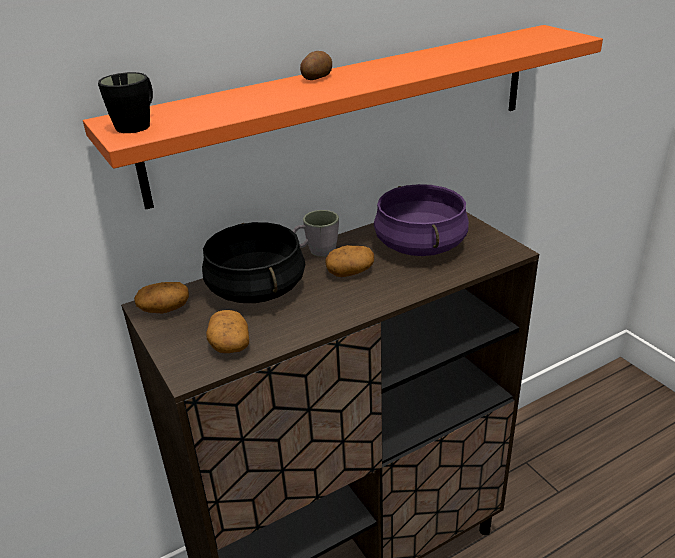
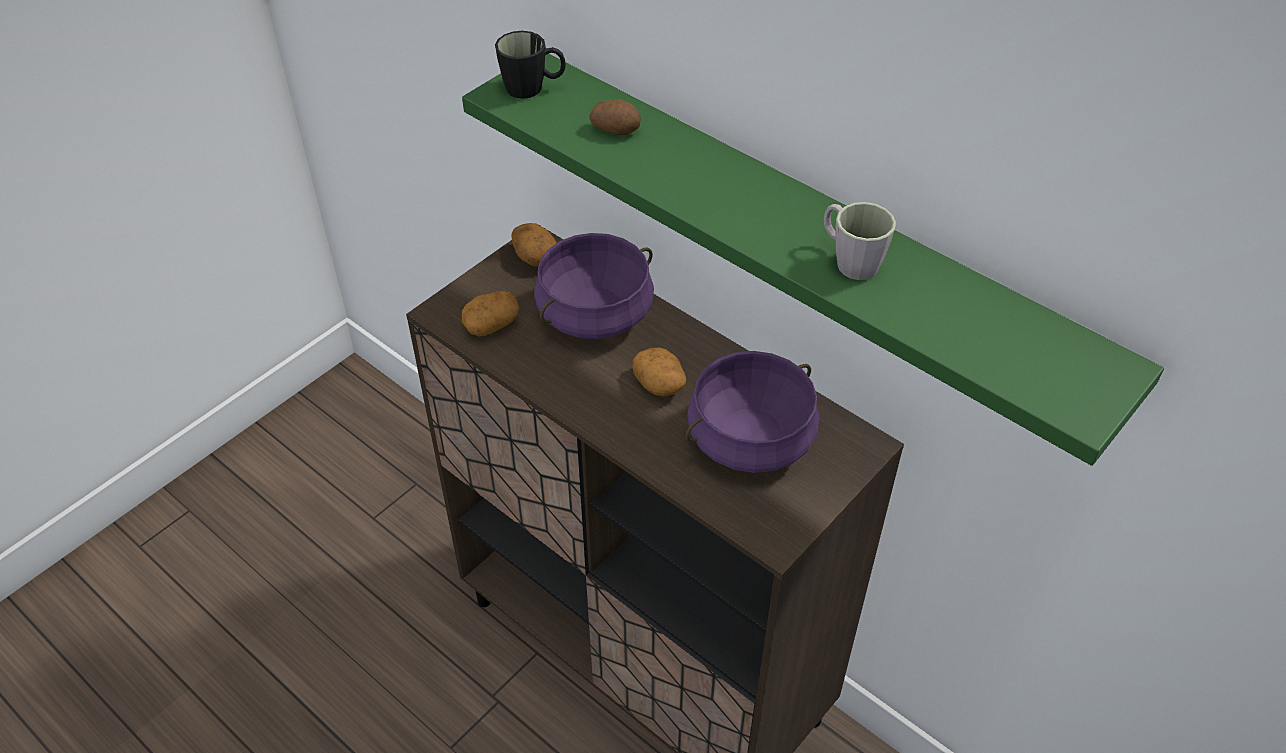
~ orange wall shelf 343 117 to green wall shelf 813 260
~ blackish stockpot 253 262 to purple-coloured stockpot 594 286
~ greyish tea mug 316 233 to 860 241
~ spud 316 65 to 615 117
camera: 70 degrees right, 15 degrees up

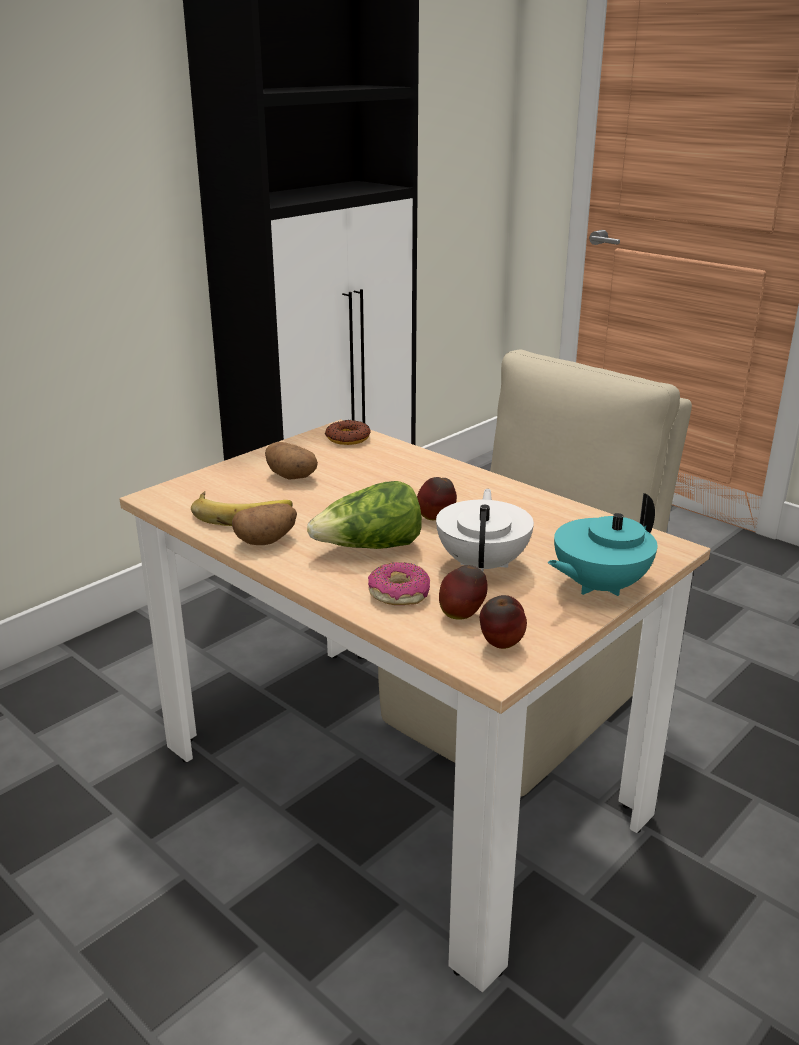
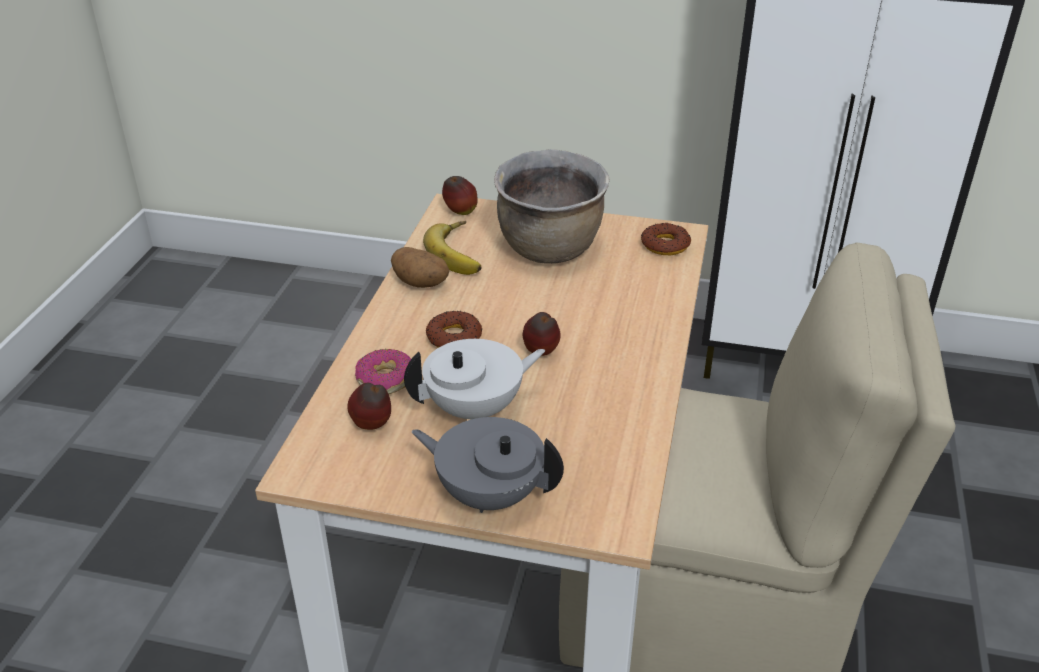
~ spud 291 460 to brown-coloured stockpot 552 206
~ head of lettuce 364 515 to doughnut 454 329
~ whole apple 503 622 to 459 195
~ turquoise-coloured teapot 602 544 to greyish teapot 488 465
camera: 60 degrees right, 10 degrees up

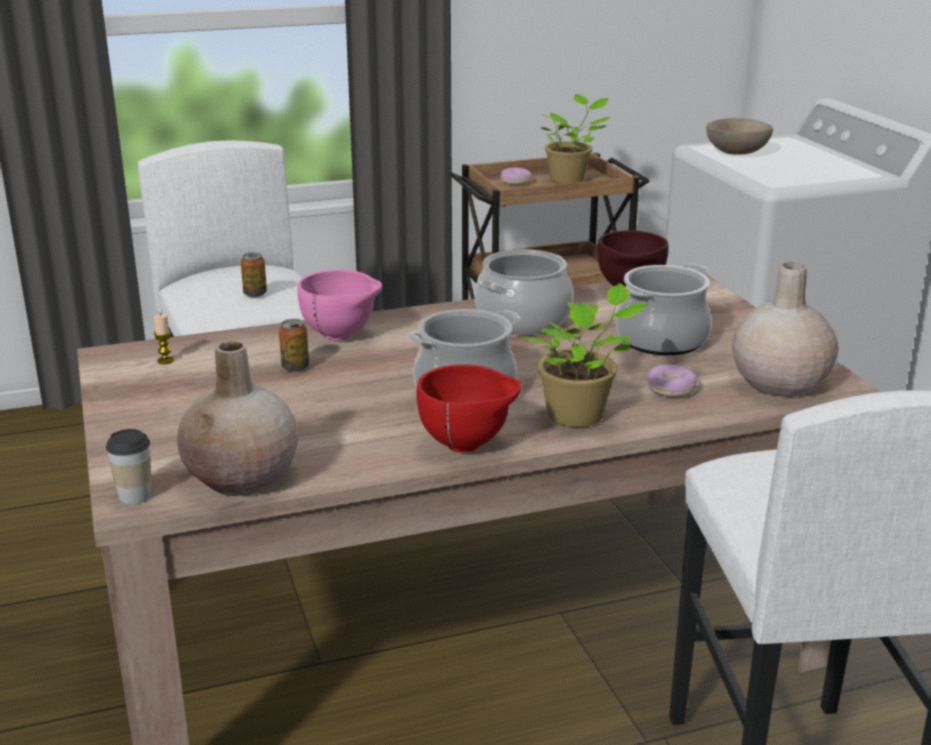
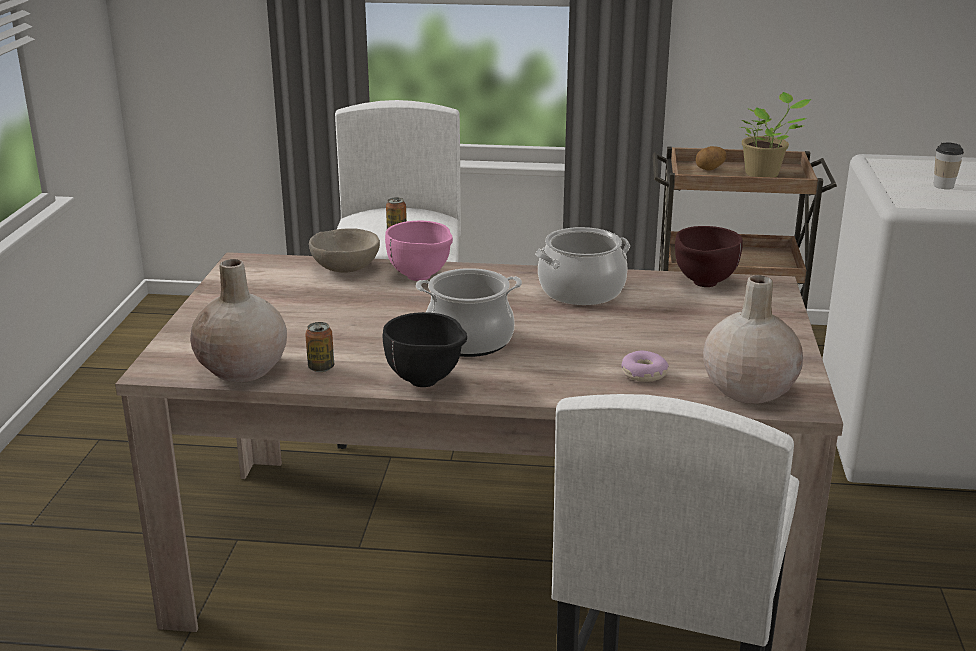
~ small cup 128 467 to 948 166
- wax light 163 339
~ sealed can 294 345 to 319 347
~ red serving bowl 468 408 to blackish serving bowl 425 349
~ doughnut 516 176 to spud 711 158
- houseplant 584 355
- stockpot 664 309
~ sand-coloured serving bowl 739 136 to 344 250
camera: 25 degrees right, 0 degrees up

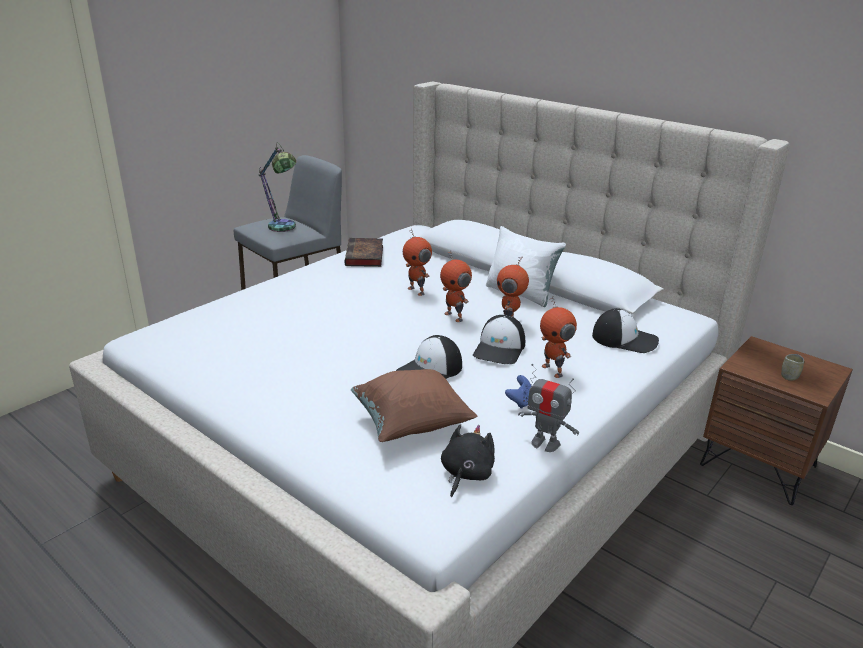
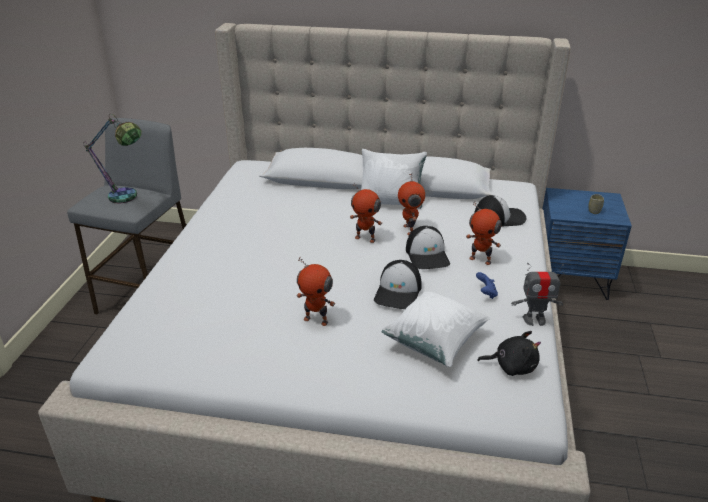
- book 363 252
~ brown-coloured cushion 414 405 to white cushion 436 329
~ robot figure 417 262 to 315 292
~ blackish soft toy 468 460 = 509 353 105 degrees clockwise
~ brown-coloured nightstand 776 420 to blue-coloured nightstand 587 244
camera: 30 degrees left, 5 degrees up

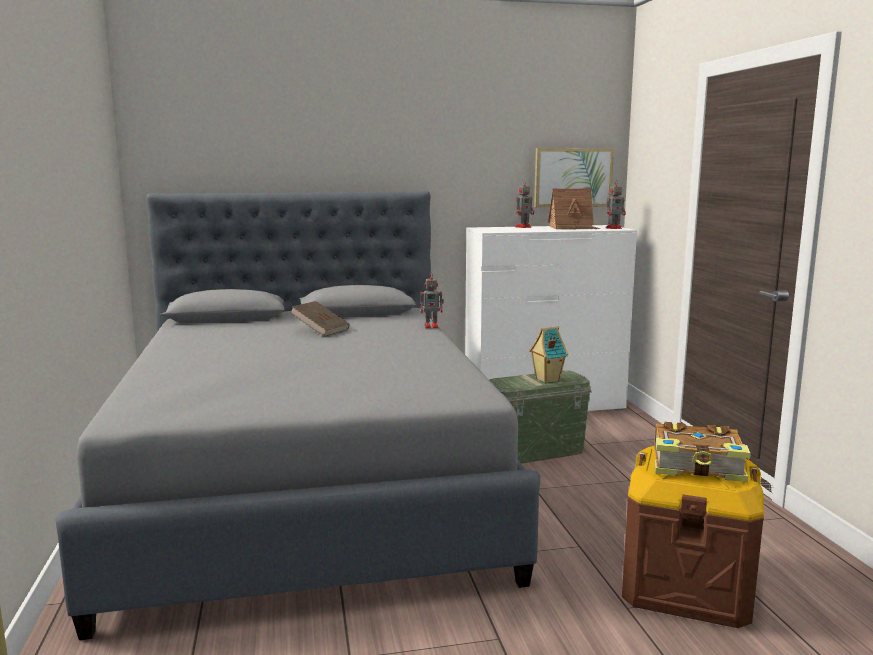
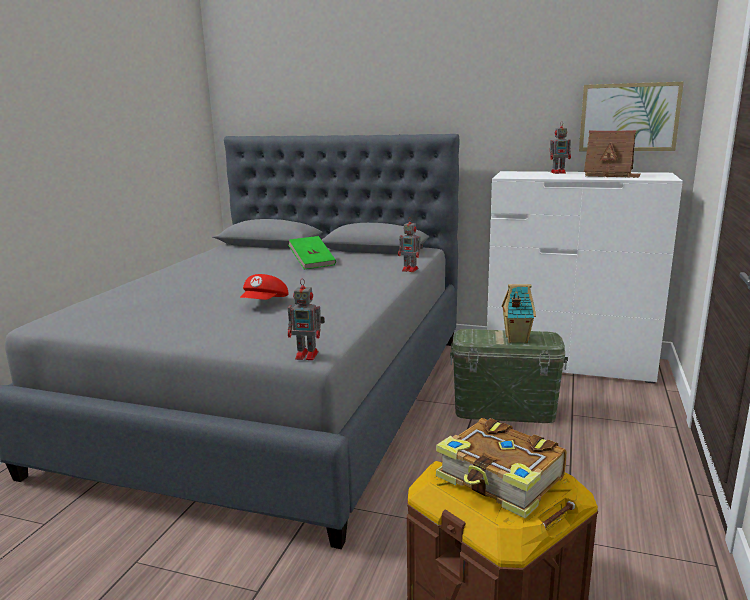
~ brown-coloured book 320 319 to green book 312 253
~ robot figure 616 204 to 306 319
+ red baseball cap 264 287
camera: 30 degrees right, 5 degrees up

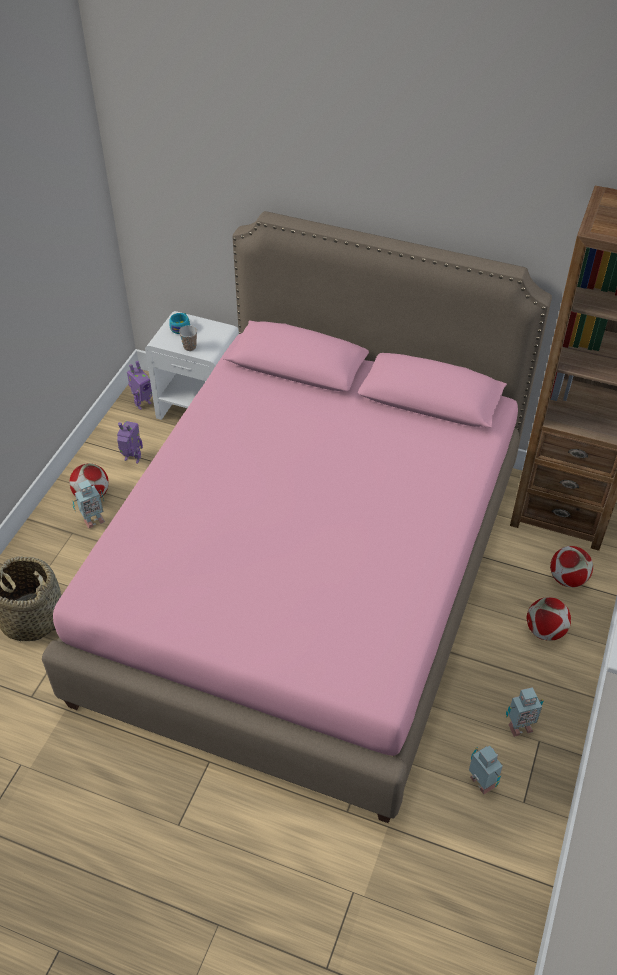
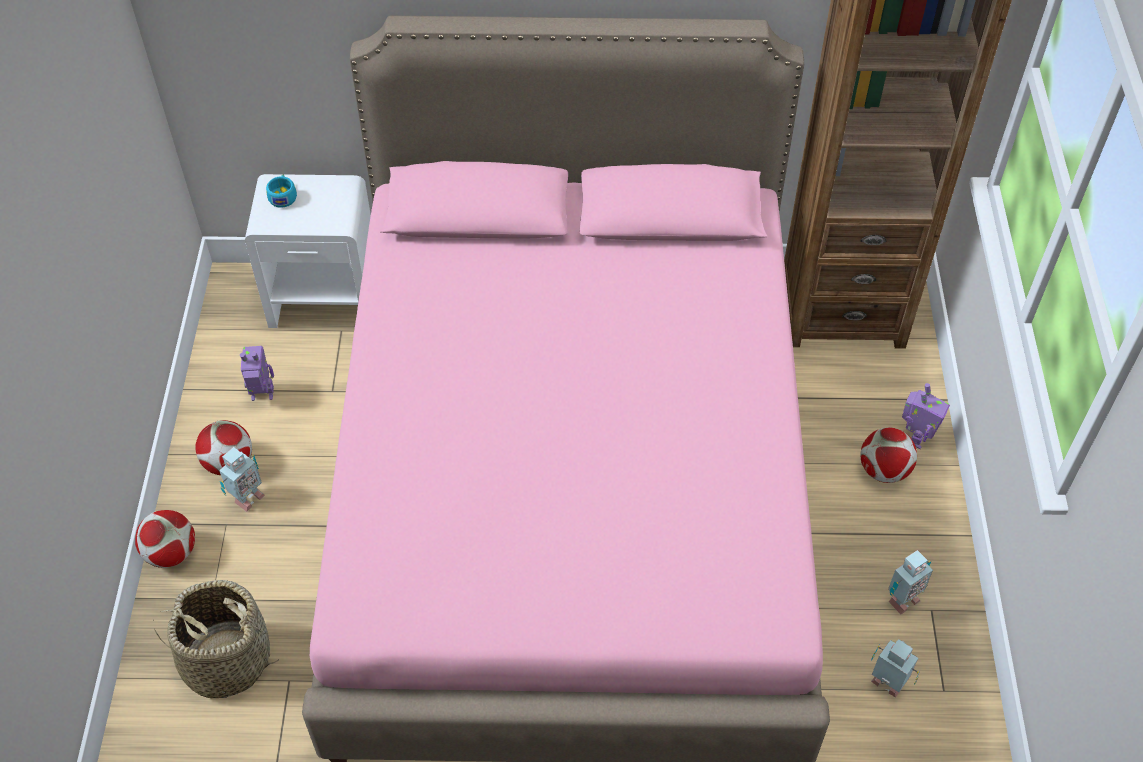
~ robot figure 139 385 to 926 416
- small cup 188 338
~ football ball 571 566 to 165 539
camera: 20 degrees left, 5 degrees up

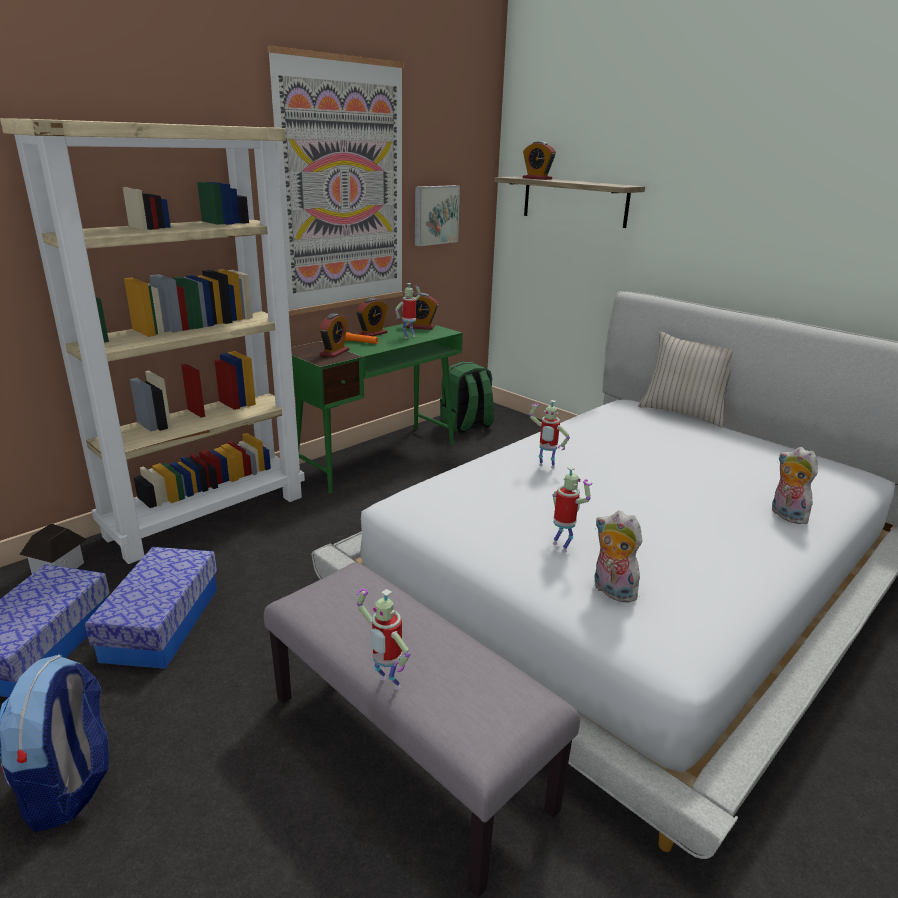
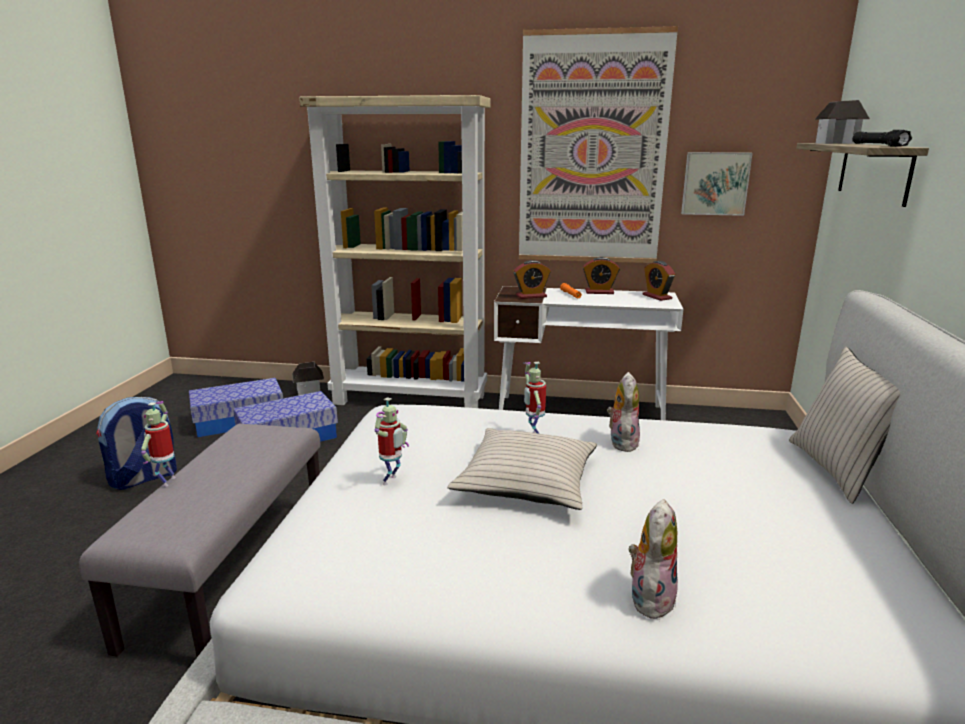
~ green desk unit 377 408 to white desk unit 588 353
- robot figure 408 311
- green backpack 467 397
~ alarm clock 539 160 to miniature house 842 122
~ soft toy 618 557 to 623 412
+ sand-coloured cushion 522 469
+ blackish torch 882 138
camera: 55 degrees right, 5 degrees down

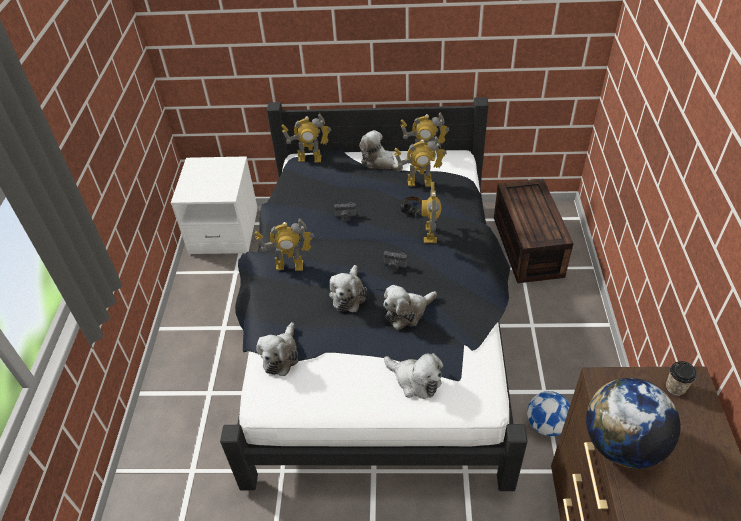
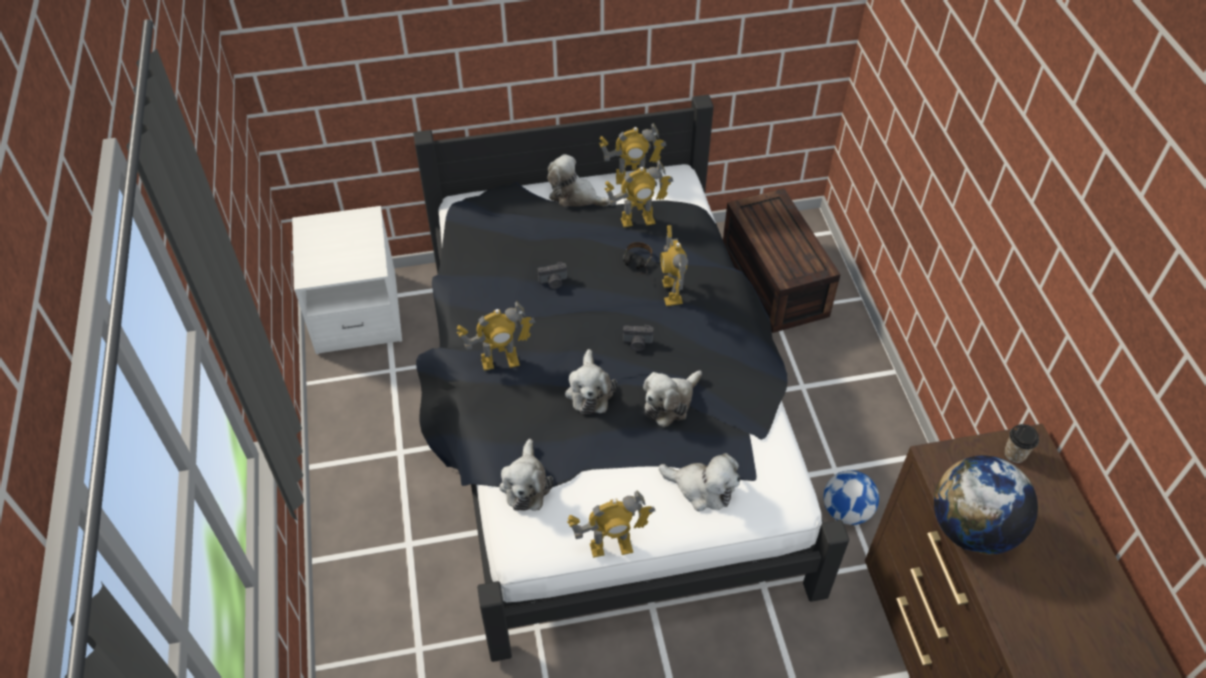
~ robot figure 306 138 to 611 524
camera: 15 degrees left, 5 degrees up

